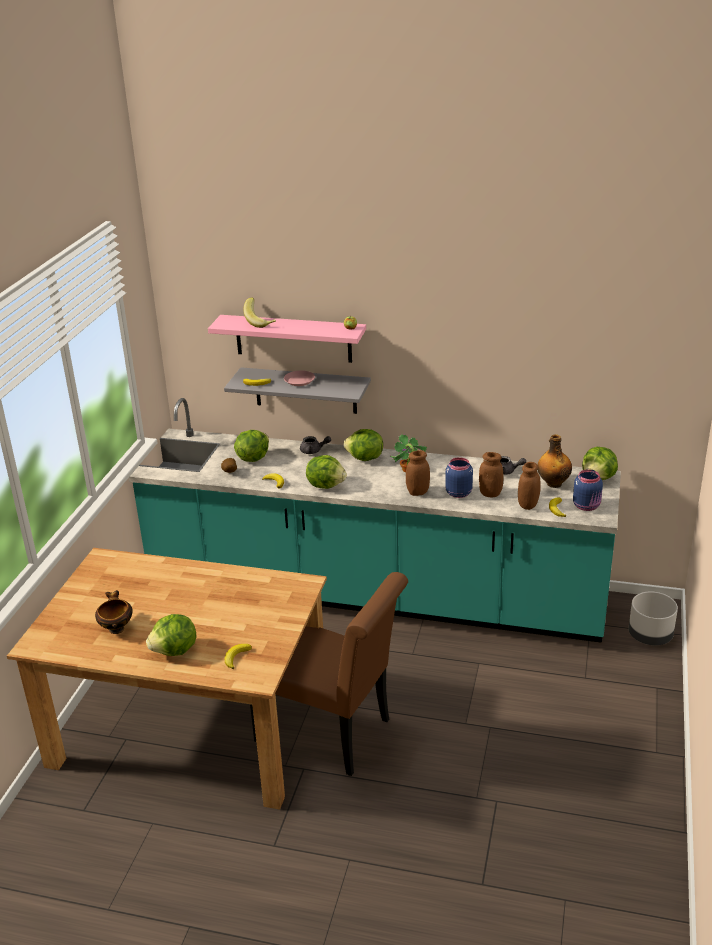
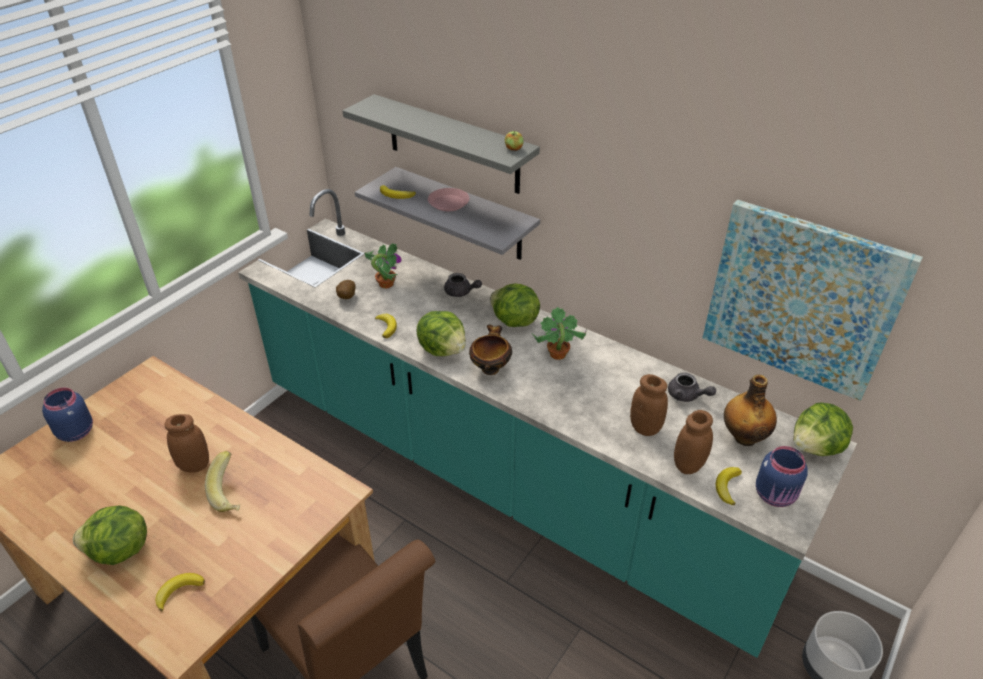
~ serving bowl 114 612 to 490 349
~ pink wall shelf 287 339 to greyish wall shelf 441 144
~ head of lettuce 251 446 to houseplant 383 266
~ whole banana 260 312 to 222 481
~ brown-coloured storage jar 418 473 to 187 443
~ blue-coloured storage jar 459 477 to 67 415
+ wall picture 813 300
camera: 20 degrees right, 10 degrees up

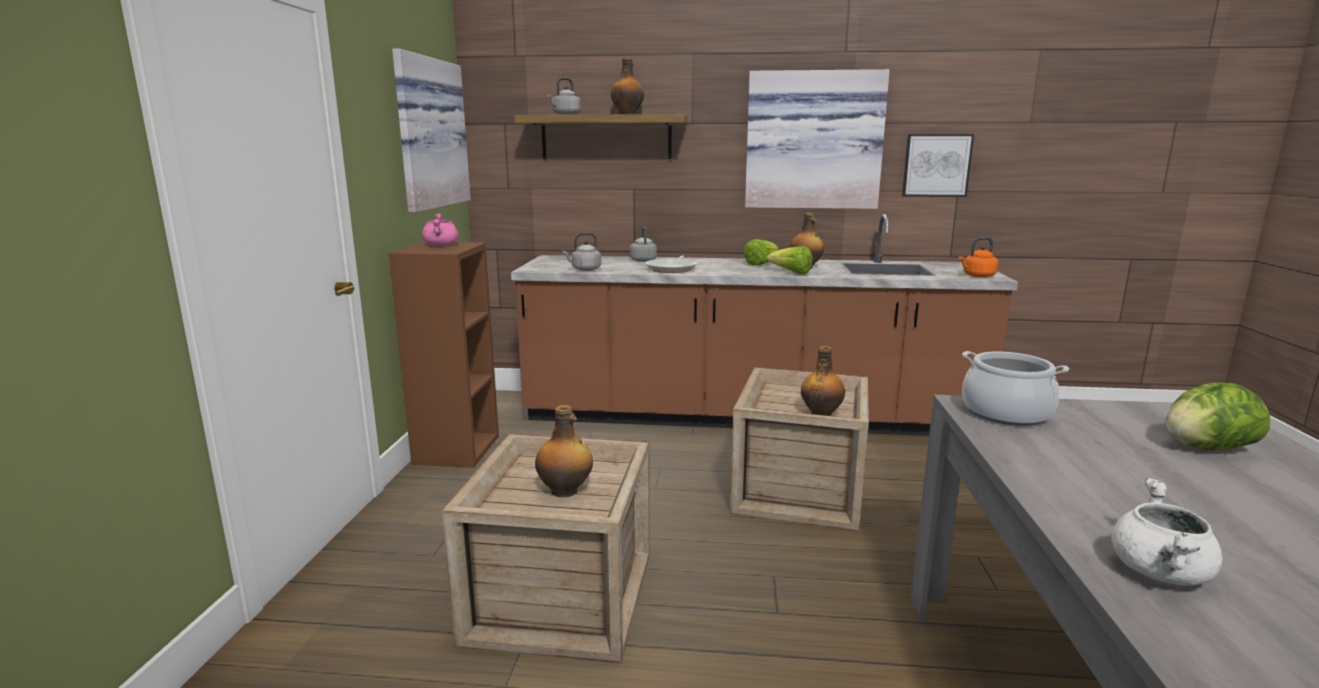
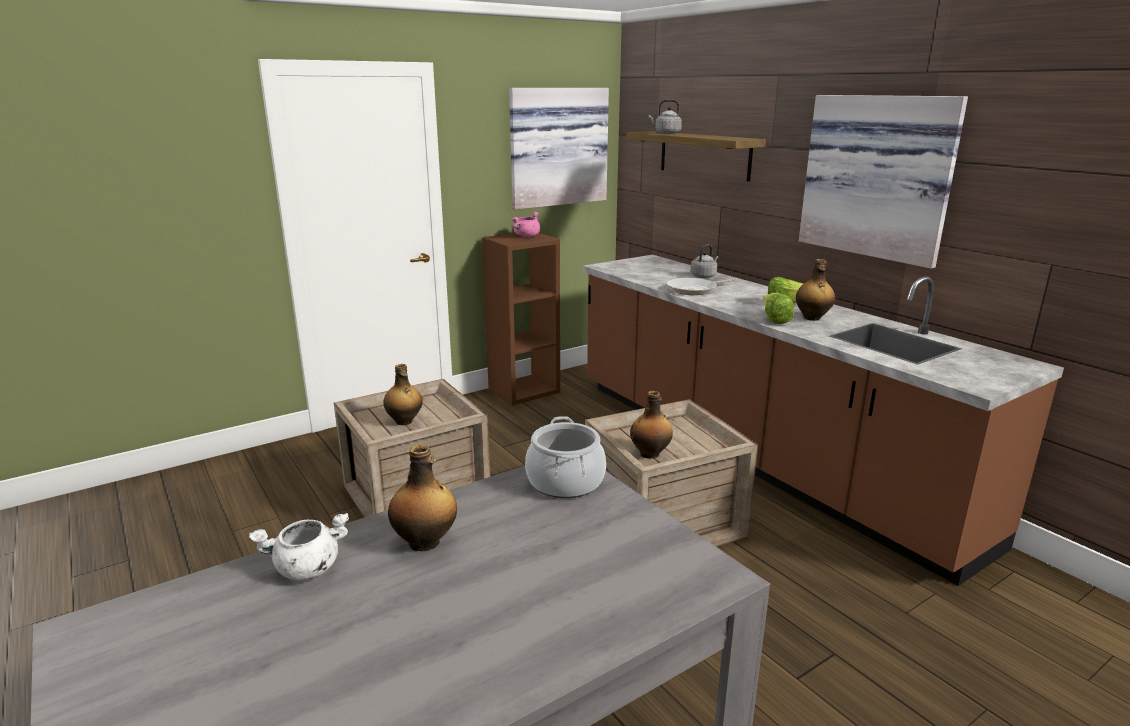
- greyish kettle 582 252
~ bottle 627 86 to 422 498
- wall picture 938 165
- orange kettle 979 257
- head of lettuce 1218 416
camera: 50 degrees right, 5 degrees up

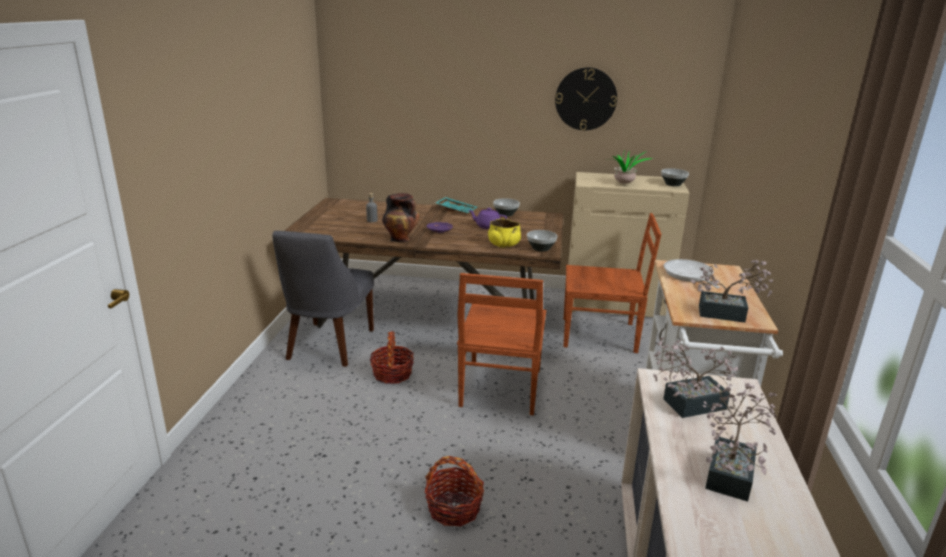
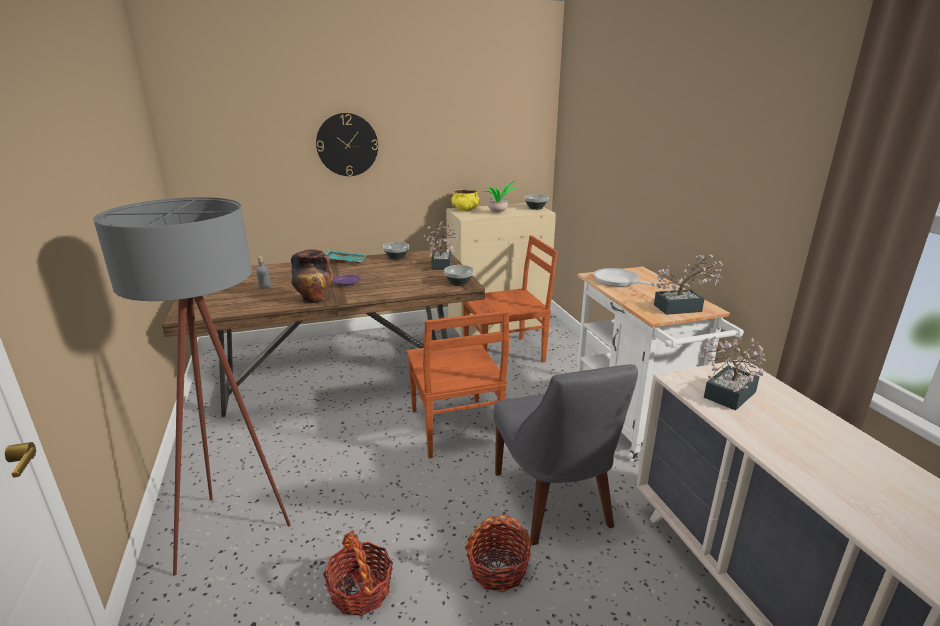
~ greyish chair 323 299 to 565 454
~ storage basket 392 357 to 358 573
- purple-coloured teapot 487 218
~ yellow-coloured serving bowl 504 233 to 465 200
~ hanging clock 586 98 to 347 144
~ houseplant 740 442 to 440 245
+ greyish floor lamp 192 386
camera: 25 degrees left, 0 degrees up

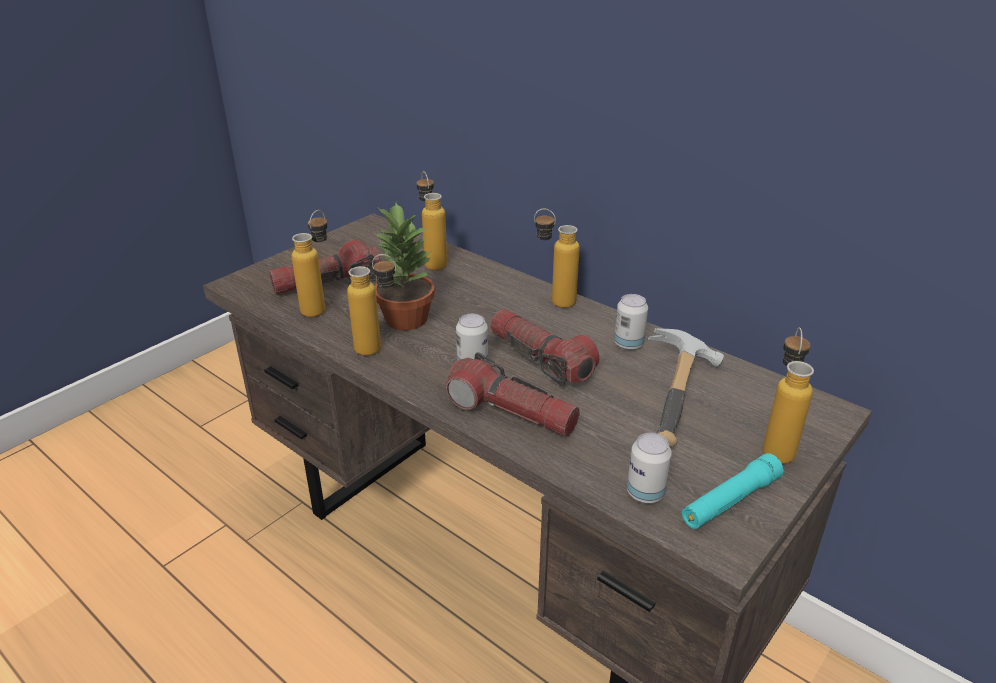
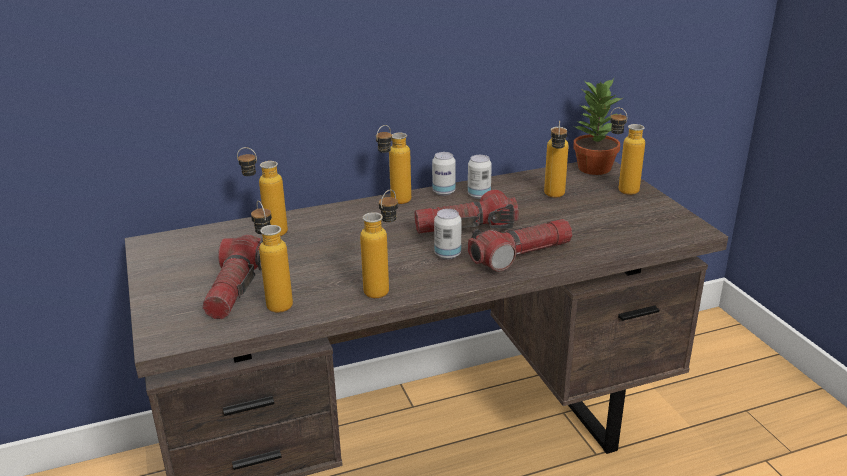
~ houseplant 404 266 to 598 126
~ sealed can 649 468 to 444 174
~ hammer 686 387 to bottle 556 159
- turquoise-coloured torch 733 491
camera: 60 degrees left, 5 degrees down

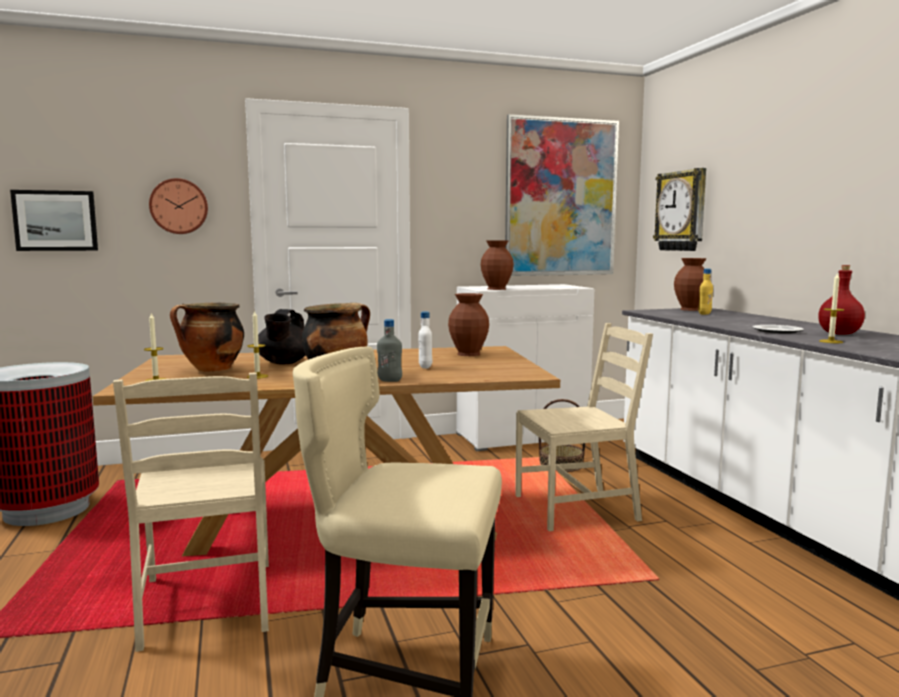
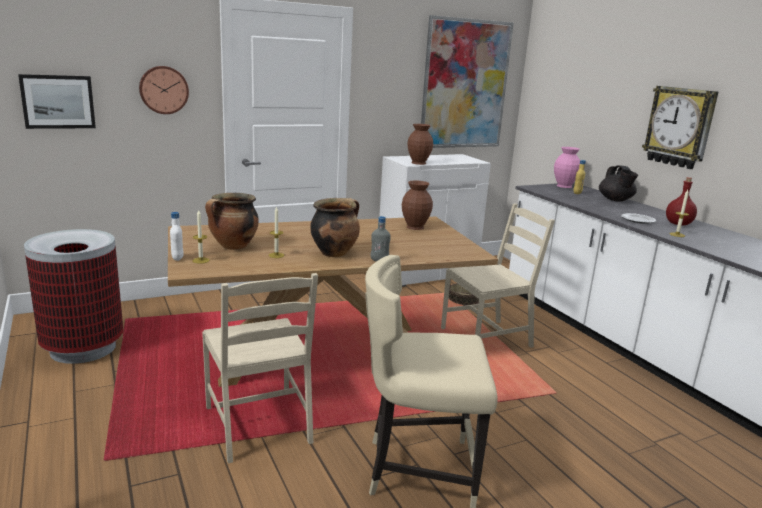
~ blackish teapot 282 336 to 618 184
~ white bottle 425 340 to 177 236
~ hanging clock 679 209 to 680 127
~ brown-coloured flower vase 692 284 to pink flower vase 567 167
camera: 10 degrees left, 10 degrees up

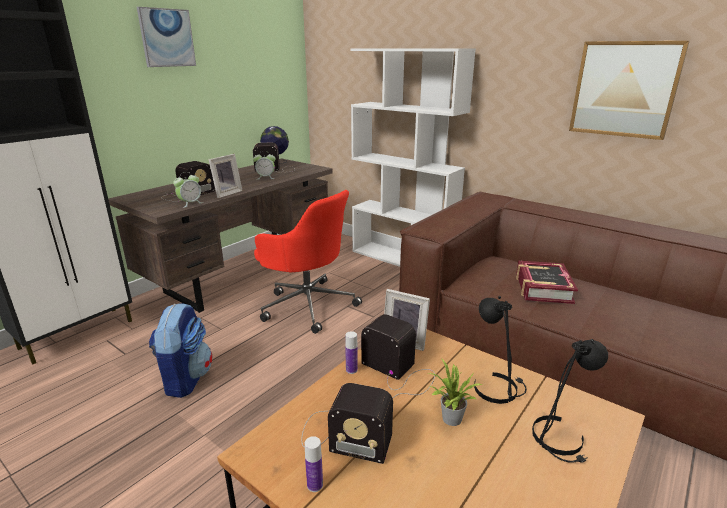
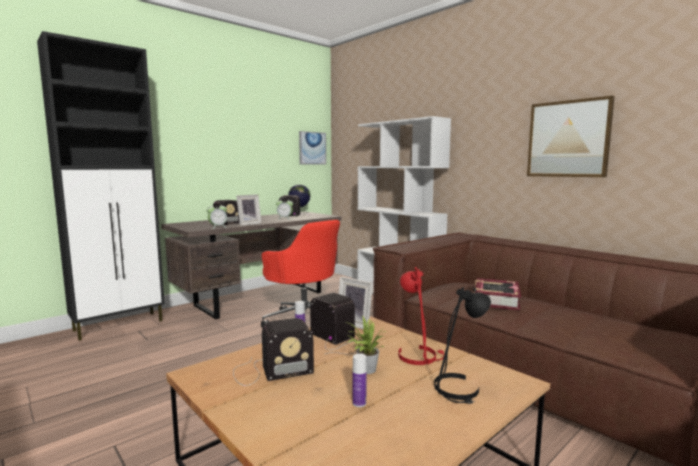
~ wall picture 166 37 to 312 148
- backpack 181 350
~ radio receiver 347 423 = 273 352 45 degrees counterclockwise
~ bottle 314 464 to 359 380
~ blackish lamp for a table 500 350 to red lamp for a table 421 316
camera: 10 degrees right, 15 degrees down

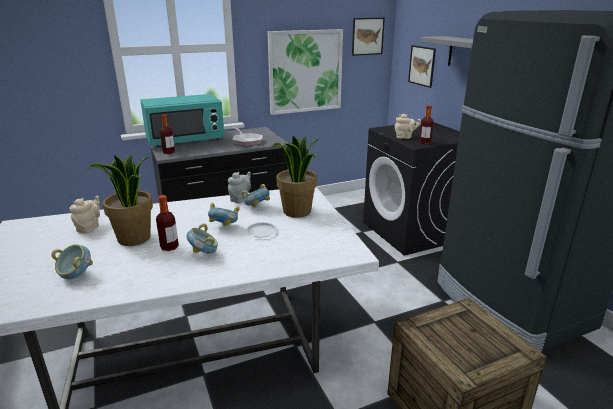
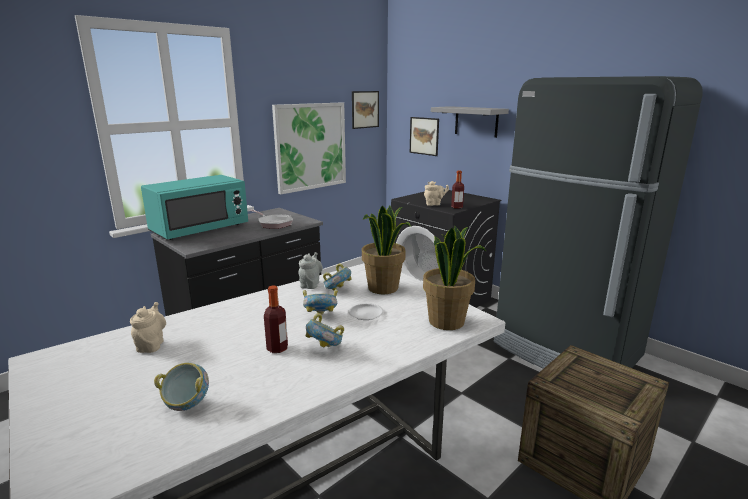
~ houseplant 120 200 to 454 278
- bottle 167 134
camera: 20 degrees left, 5 degrees down

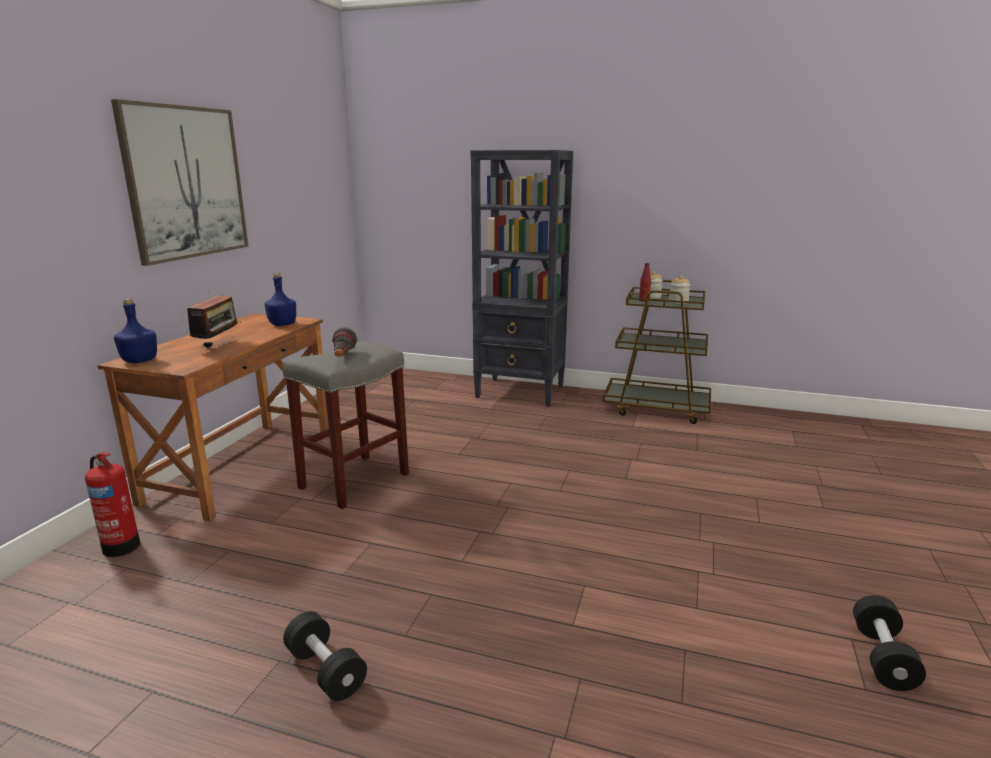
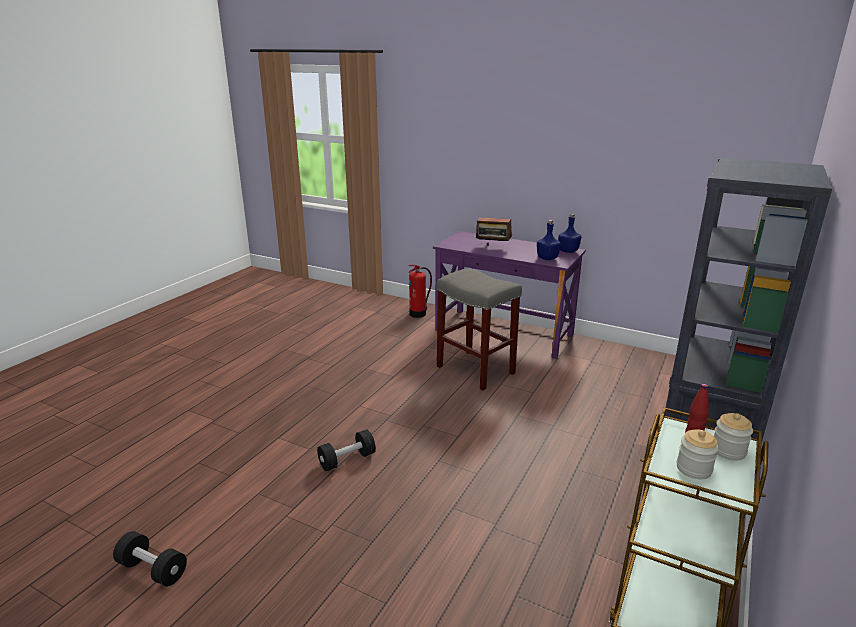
~ brown-coloured desk unit 213 417 to purple-coloured desk unit 509 295
- wall picture 179 182
~ blue-coloured bottle 135 331 to 570 233
~ blackish dumbbell 325 656 to 346 450
- torch 344 342
camera: 100 degrees right, 5 degrees up

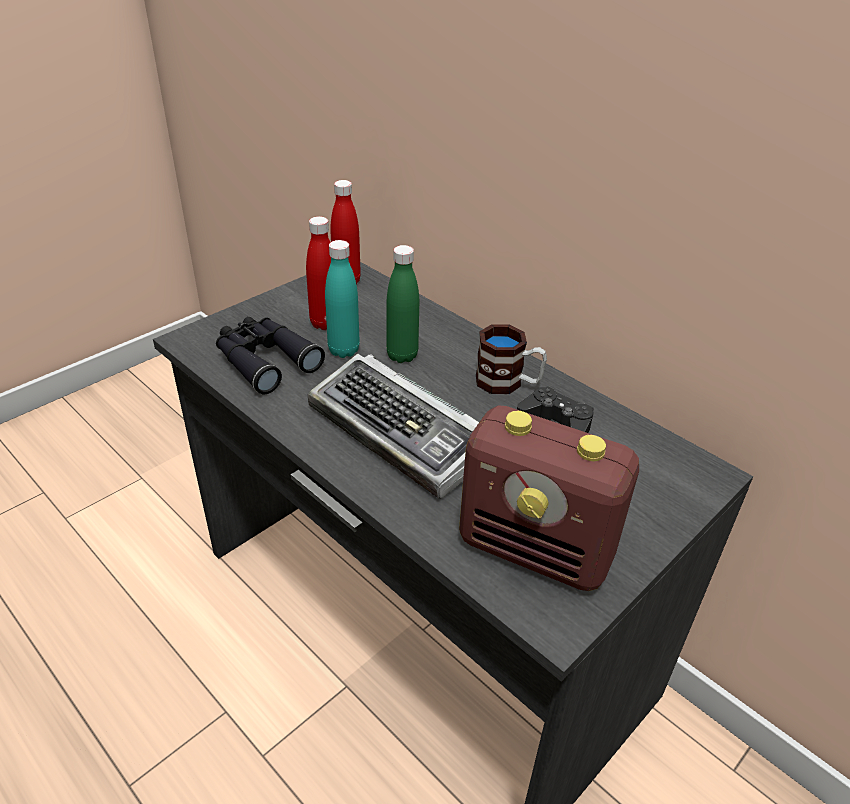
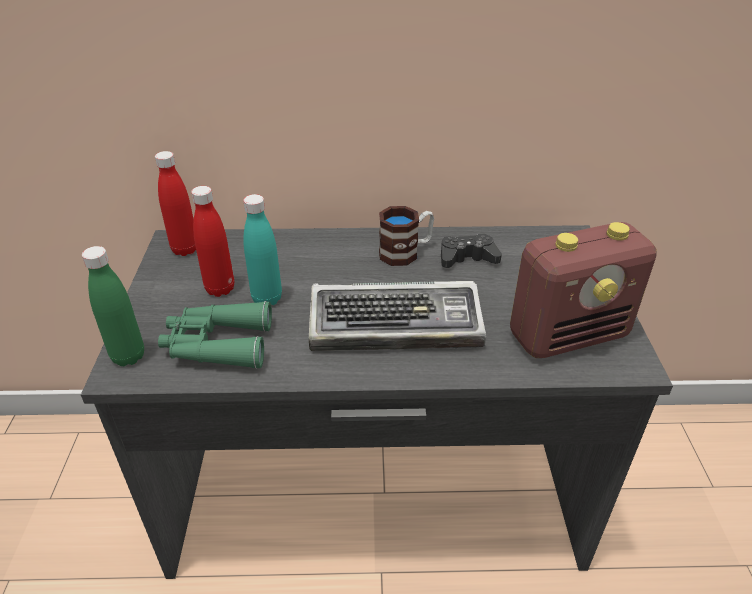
~ blackish pair of binoculars 270 355 to green pair of binoculars 215 335
~ green bottle 402 304 to 113 306
camera: 45 degrees left, 0 degrees up

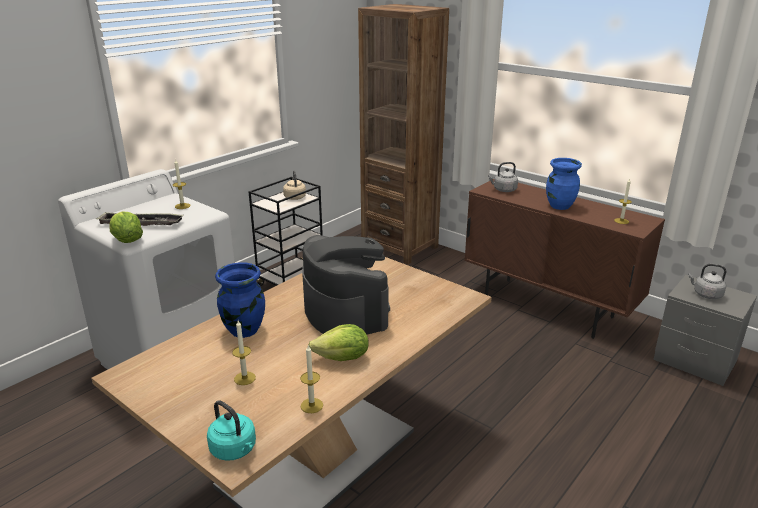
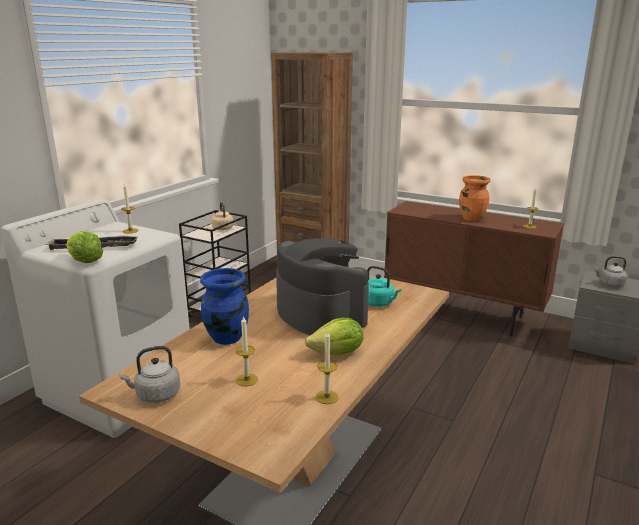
~ turquoise-coloured kettle 231 430 to 384 286
~ greyish kettle 503 177 to 149 374
~ blue-coloured flower vase 564 184 to orange flower vase 474 198
camera: 10 degrees left, 5 degrees down

